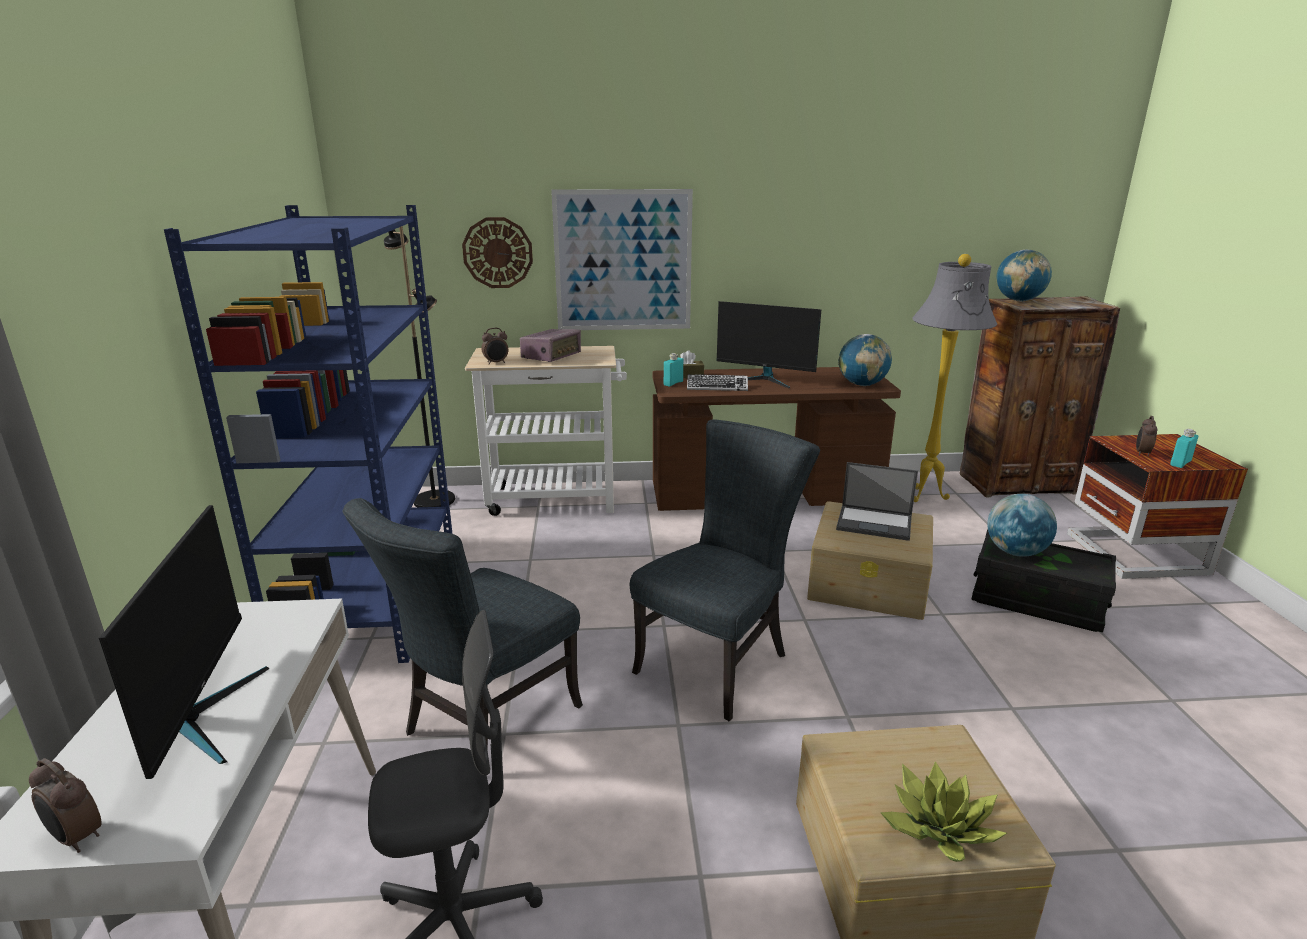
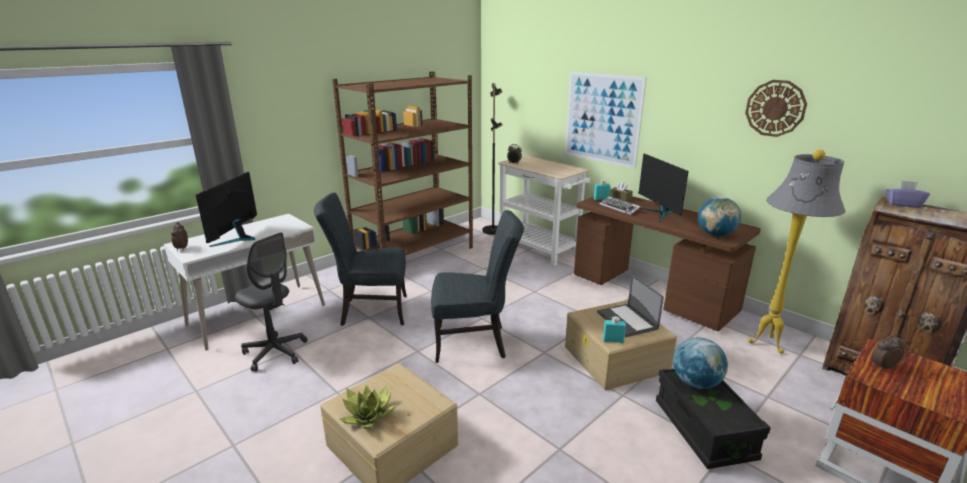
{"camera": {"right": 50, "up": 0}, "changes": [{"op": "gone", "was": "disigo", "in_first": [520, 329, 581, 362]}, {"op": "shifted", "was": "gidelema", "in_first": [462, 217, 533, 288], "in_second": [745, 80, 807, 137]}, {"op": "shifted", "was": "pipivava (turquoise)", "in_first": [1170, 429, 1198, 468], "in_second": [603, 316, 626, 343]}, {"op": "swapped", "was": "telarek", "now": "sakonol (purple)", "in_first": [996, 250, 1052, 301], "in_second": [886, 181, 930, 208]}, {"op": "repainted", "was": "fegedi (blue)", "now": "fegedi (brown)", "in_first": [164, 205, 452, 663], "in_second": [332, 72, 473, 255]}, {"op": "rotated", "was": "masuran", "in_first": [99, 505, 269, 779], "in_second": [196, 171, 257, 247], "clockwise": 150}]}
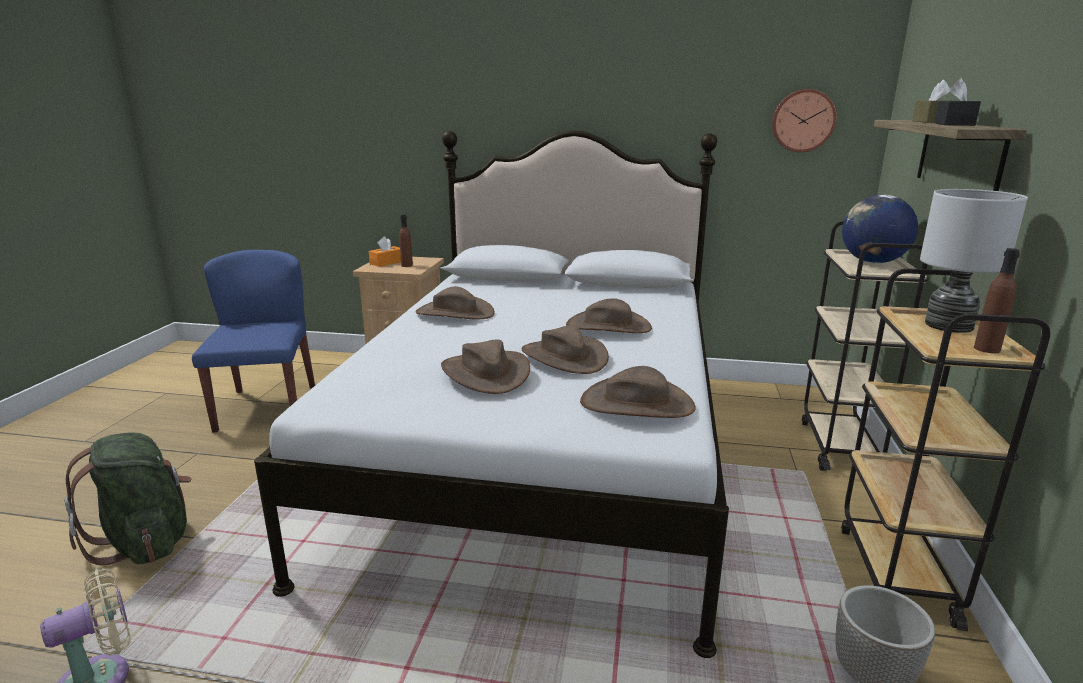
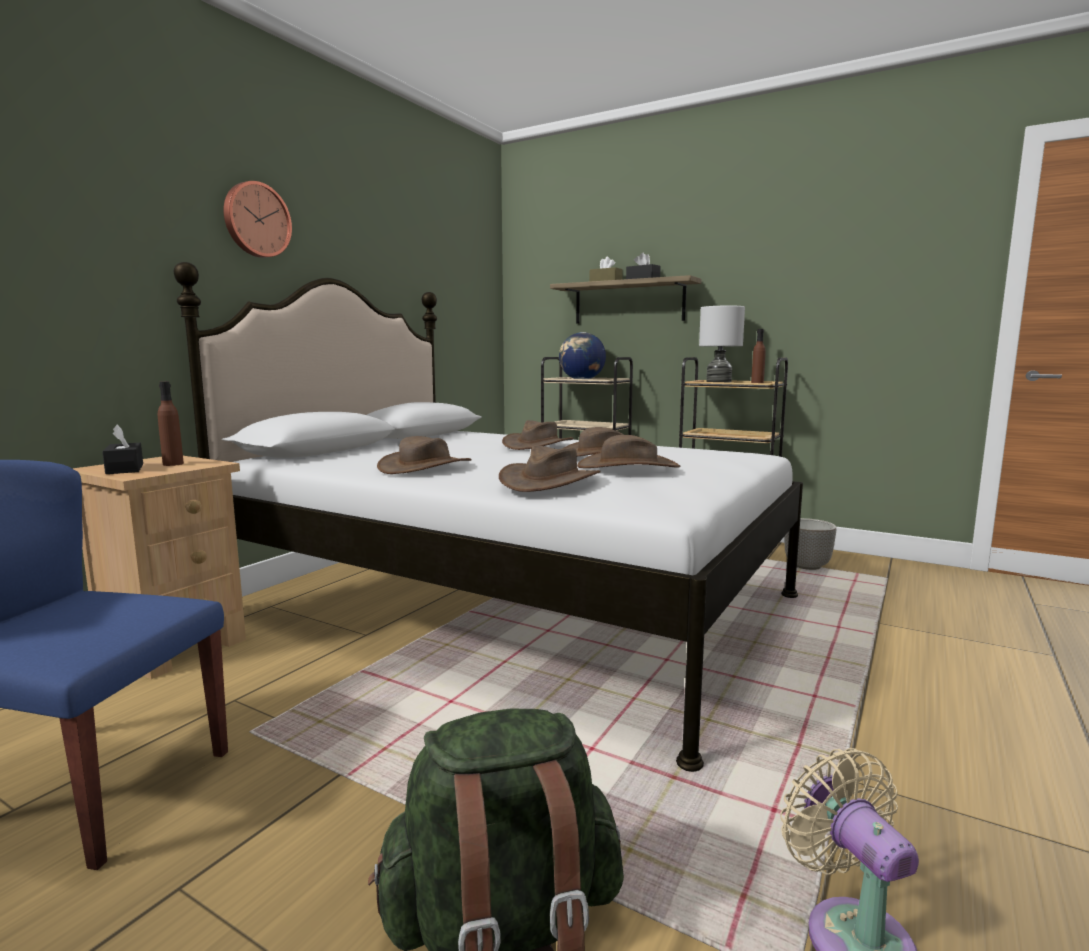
{"camera": {"right": -70, "up": -10}, "changes": [{"op": "shifted", "was": "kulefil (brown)", "in_first": [580, 366, 696, 418], "in_second": [499, 445, 601, 492]}, {"op": "shifted", "was": "gidelema", "in_first": [772, 89, 836, 152], "in_second": [224, 181, 292, 258]}, {"op": "repainted", "was": "sakonol (orange)", "now": "sakonol (black)", "in_first": [369, 237, 401, 267], "in_second": [102, 425, 143, 474]}]}
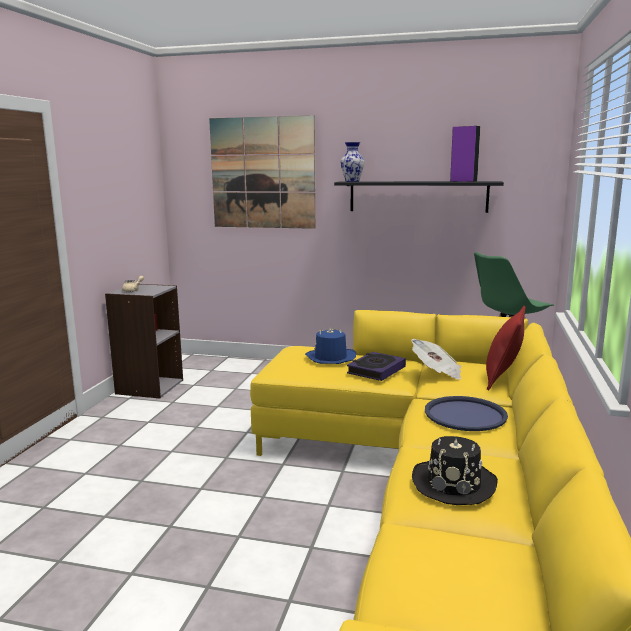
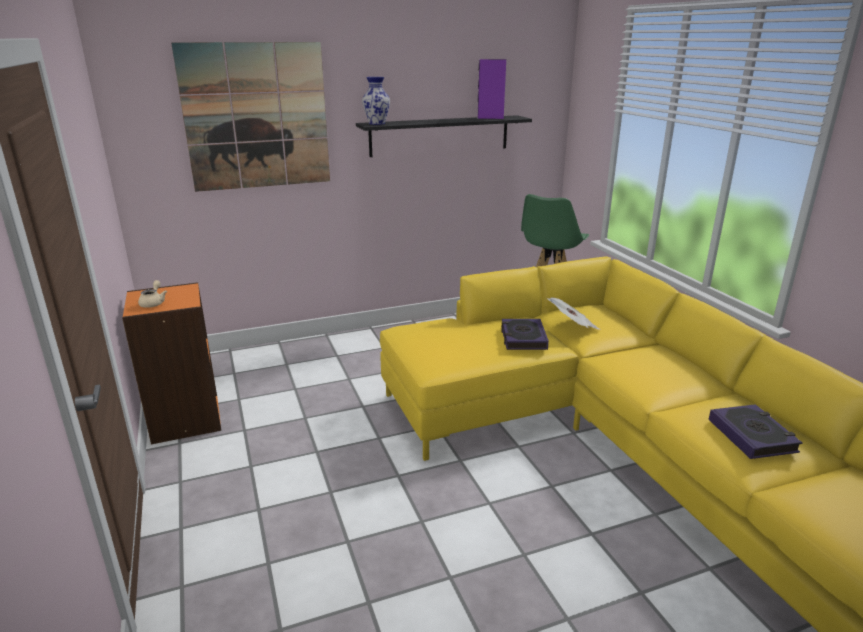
{"camera": {"right": -35, "up": 10}, "changes": [{"op": "gone", "was": "kulefil (blue)", "in_first": [305, 328, 356, 364]}, {"op": "gone", "was": "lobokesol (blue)", "in_first": [425, 396, 508, 431]}, {"op": "gone", "was": "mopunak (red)", "in_first": [486, 306, 526, 391]}, {"op": "swapped", "was": "kulefil (black)", "now": "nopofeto", "in_first": [412, 436, 498, 505], "in_second": [708, 404, 802, 459]}, {"op": "repainted", "was": "fegedi (grey)", "now": "fegedi (orange)", "in_first": [105, 284, 183, 398], "in_second": [122, 282, 221, 444]}]}
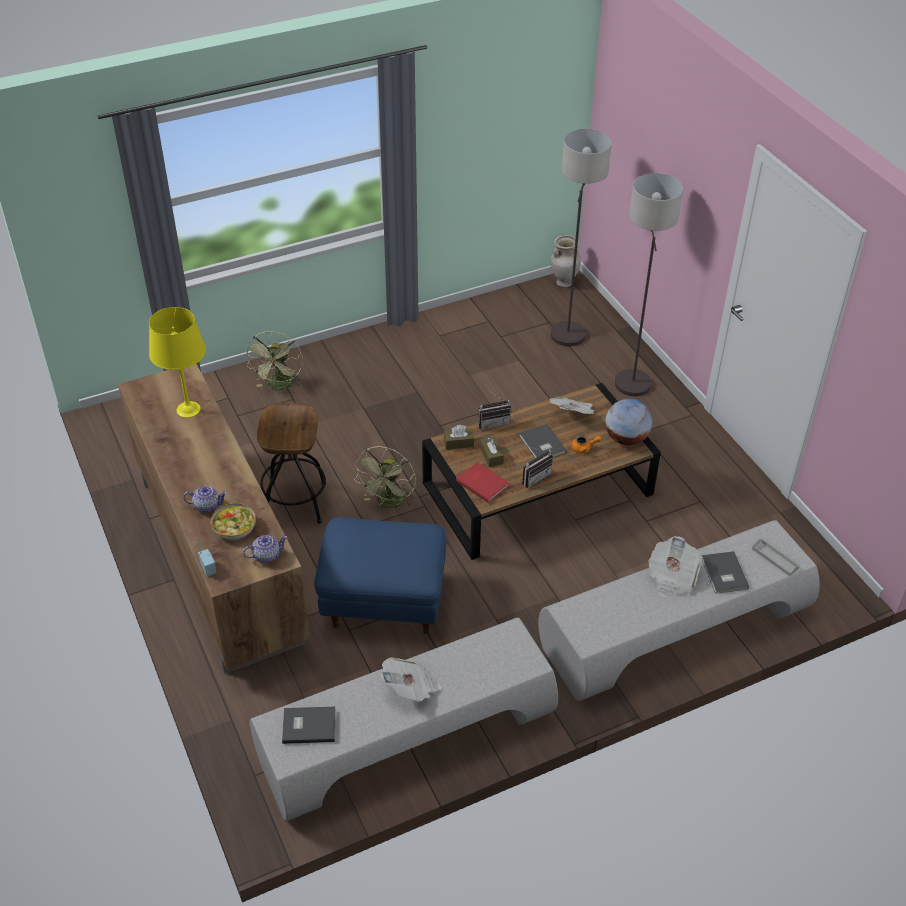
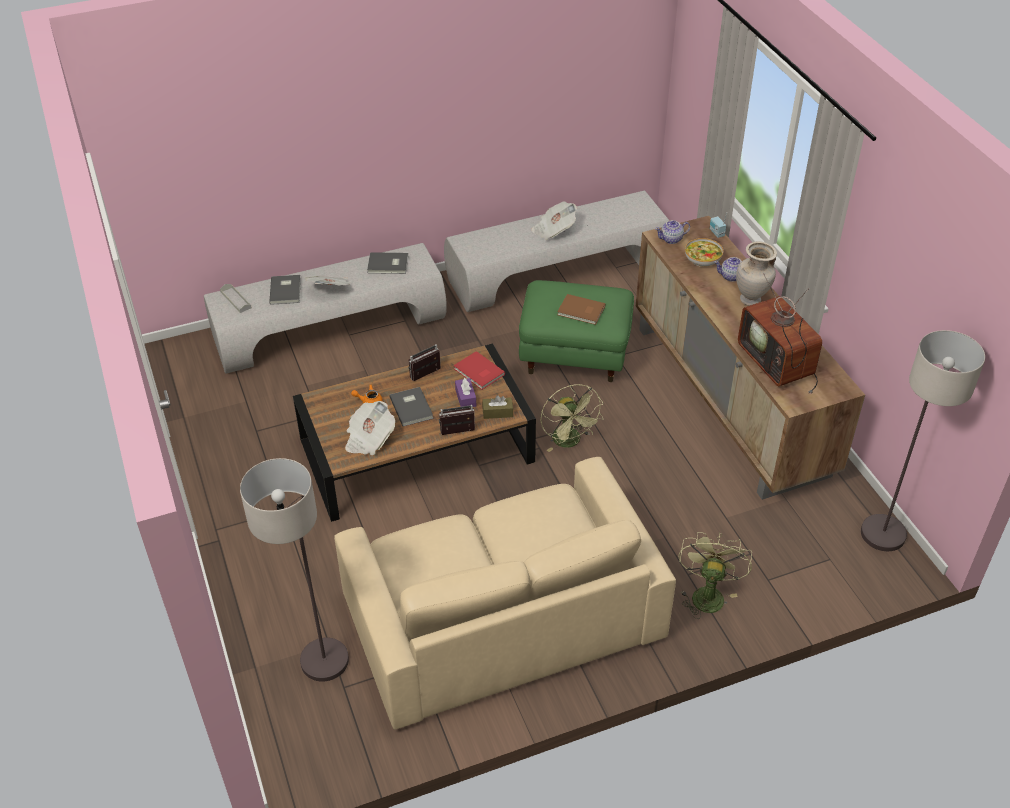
{"camera": {"right": -175, "up": 0}, "changes": [{"op": "gone", "was": "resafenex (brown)", "in_first": [257, 403, 326, 524]}, {"op": "gone", "was": "telarek", "in_first": [605, 399, 652, 445]}, {"op": "new", "now": "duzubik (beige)", "in_second": [334, 457, 676, 730]}, {"op": "new", "now": "nopofeto (brown)", "in_second": [557, 294, 606, 325]}, {"op": "shifted", "was": "nopofeto (grey)", "in_first": [282, 707, 336, 744], "in_second": [367, 252, 408, 274]}, {"op": "shifted", "was": "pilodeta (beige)", "in_first": [551, 235, 581, 287], "in_second": [736, 241, 777, 306]}, {"op": "shifted", "was": "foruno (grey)", "in_first": [615, 173, 683, 396], "in_second": [861, 330, 985, 551]}, {"op": "swapped", "was": "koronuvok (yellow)", "now": "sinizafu", "in_first": [149, 307, 206, 418], "in_second": [738, 273, 822, 394]}, {"op": "repainted", "was": "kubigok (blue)", "now": "kubigok (green)", "in_first": [314, 517, 447, 634], "in_second": [519, 280, 634, 382]}, {"op": "repainted", "was": "sakonol (brown)", "now": "sakonol (purple)", "in_first": [480, 437, 504, 467], "in_second": [455, 378, 476, 407]}, {"op": "rotated", "was": "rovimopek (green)", "in_first": [355, 446, 416, 508], "in_second": [540, 384, 603, 452], "clockwise": 135}]}
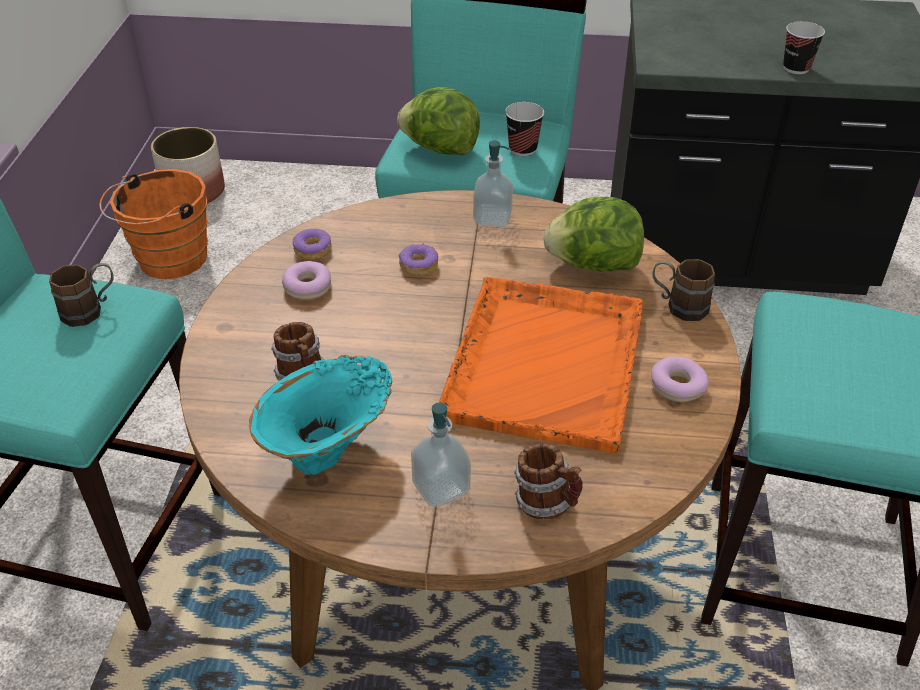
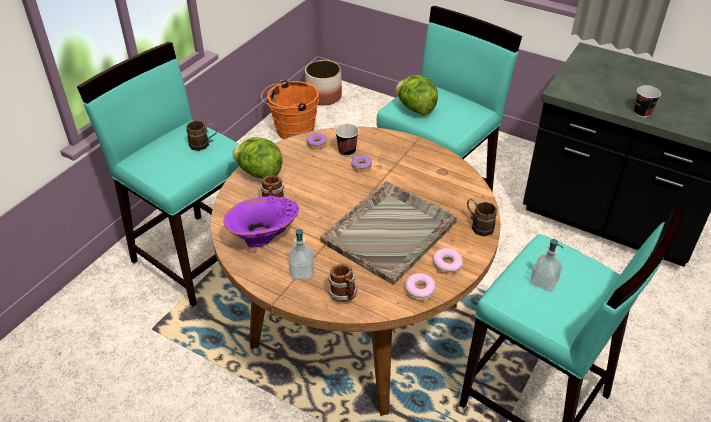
{"camera": {"right": 25, "up": 0}, "changes": [{"op": "shifted", "was": "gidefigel", "in_first": [282, 261, 331, 300], "in_second": [405, 273, 435, 300]}, {"op": "shifted", "was": "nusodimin", "in_first": [473, 141, 513, 227], "in_second": [530, 239, 563, 291]}, {"op": "shifted", "was": "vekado", "in_first": [505, 102, 544, 156], "in_second": [335, 124, 359, 156]}, {"op": "shifted", "was": "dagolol", "in_first": [543, 197, 644, 272], "in_second": [232, 137, 283, 179]}, {"op": "repainted", "was": "pilodeta (turquoise)", "now": "pilodeta (purple)", "in_first": [249, 355, 392, 475], "in_second": [223, 195, 299, 248]}, {"op": "repainted", "was": "lobokesol (orange)", "now": "lobokesol (grey)", "in_first": [439, 277, 643, 453], "in_second": [320, 181, 457, 285]}]}
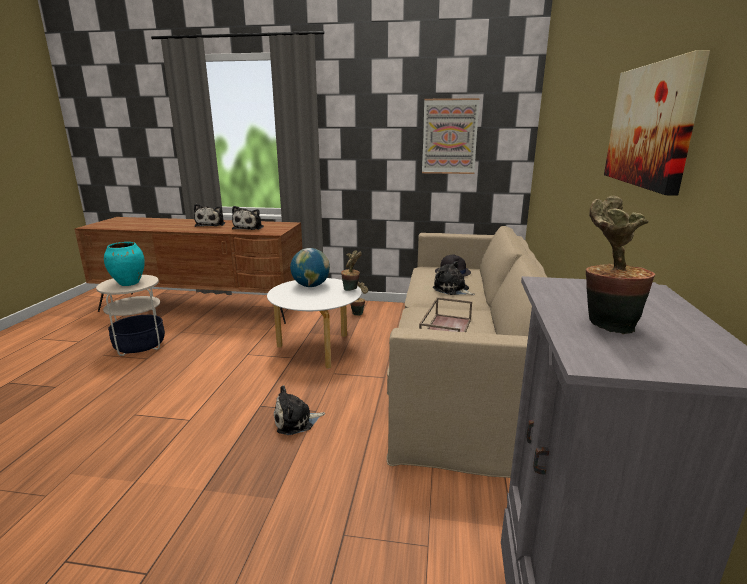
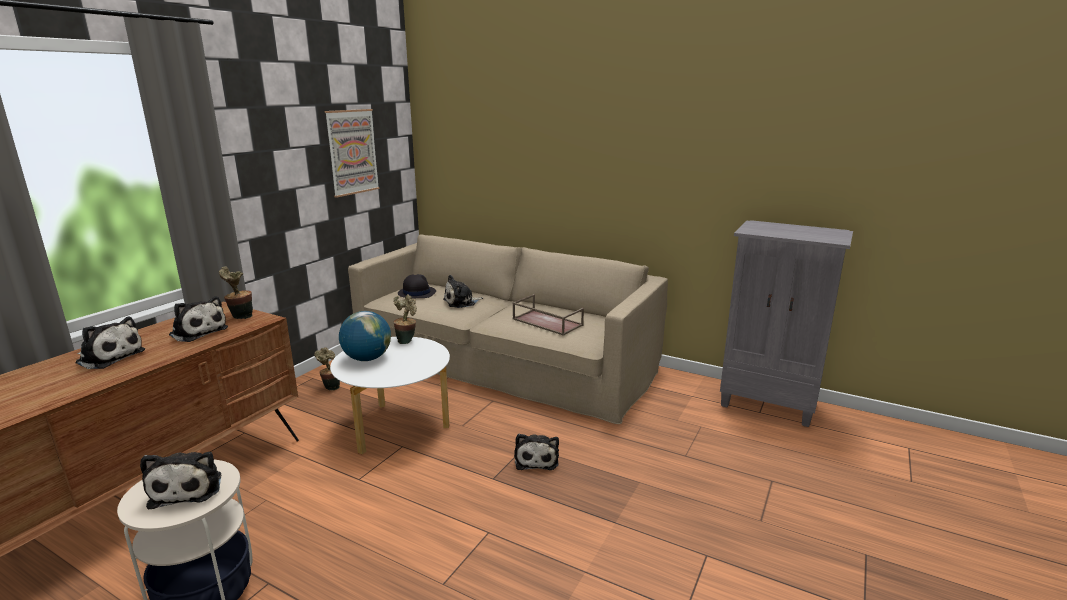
{"camera": {"right": -70, "up": 0}, "changes": [{"op": "gone", "was": "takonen", "in_first": [604, 50, 710, 196]}, {"op": "shifted", "was": "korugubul", "in_first": [586, 196, 655, 334], "in_second": [219, 266, 253, 319]}, {"op": "swapped", "was": "pilodeta (turquoise)", "now": "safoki", "in_first": [104, 242, 145, 286], "in_second": [140, 452, 222, 510]}]}
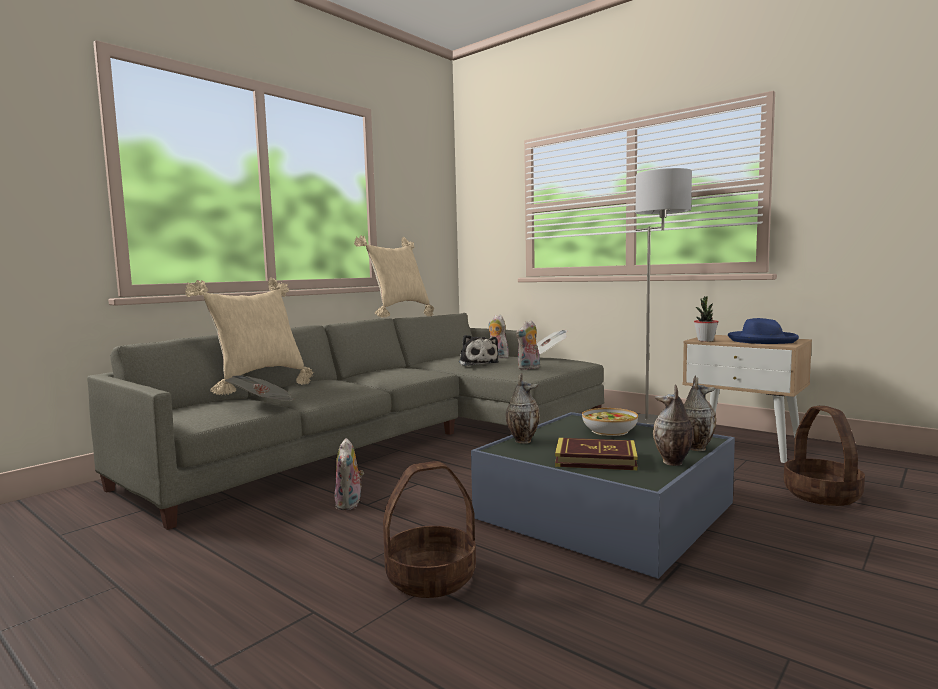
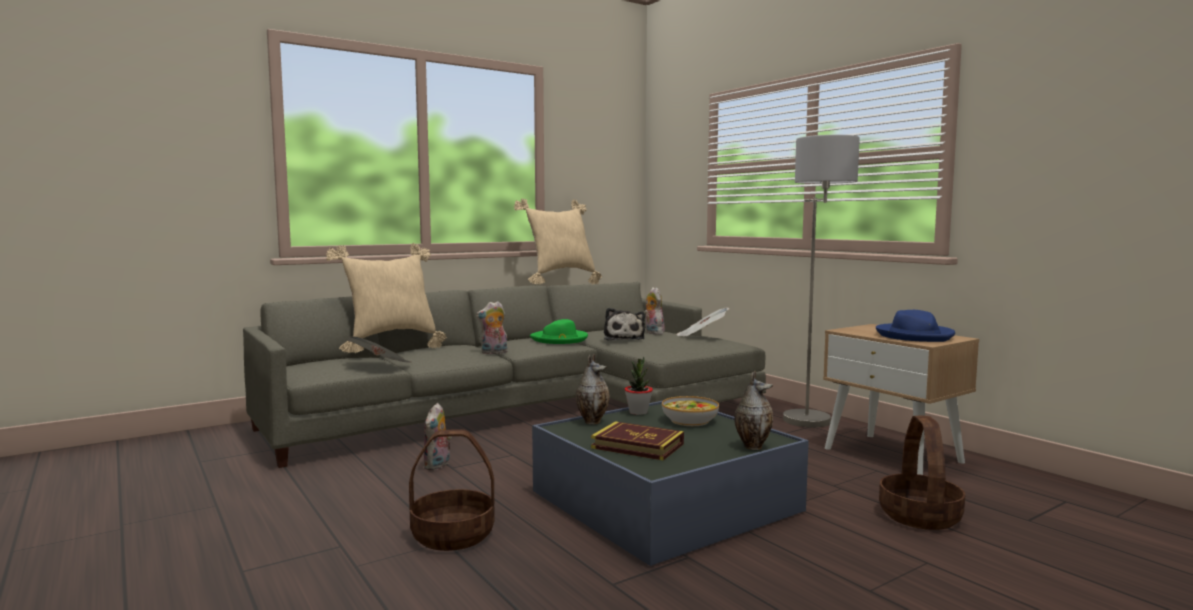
{"camera": {"right": 15, "up": 0}, "changes": [{"op": "gone", "was": "pilodeta", "in_first": [653, 384, 694, 466]}, {"op": "new", "now": "kulefil (green)", "in_second": [530, 319, 588, 344]}, {"op": "shifted", "was": "safoki", "in_first": [516, 320, 540, 370], "in_second": [476, 301, 508, 354]}, {"op": "shifted", "was": "korugubul", "in_first": [694, 296, 719, 342], "in_second": [625, 357, 653, 415]}]}
